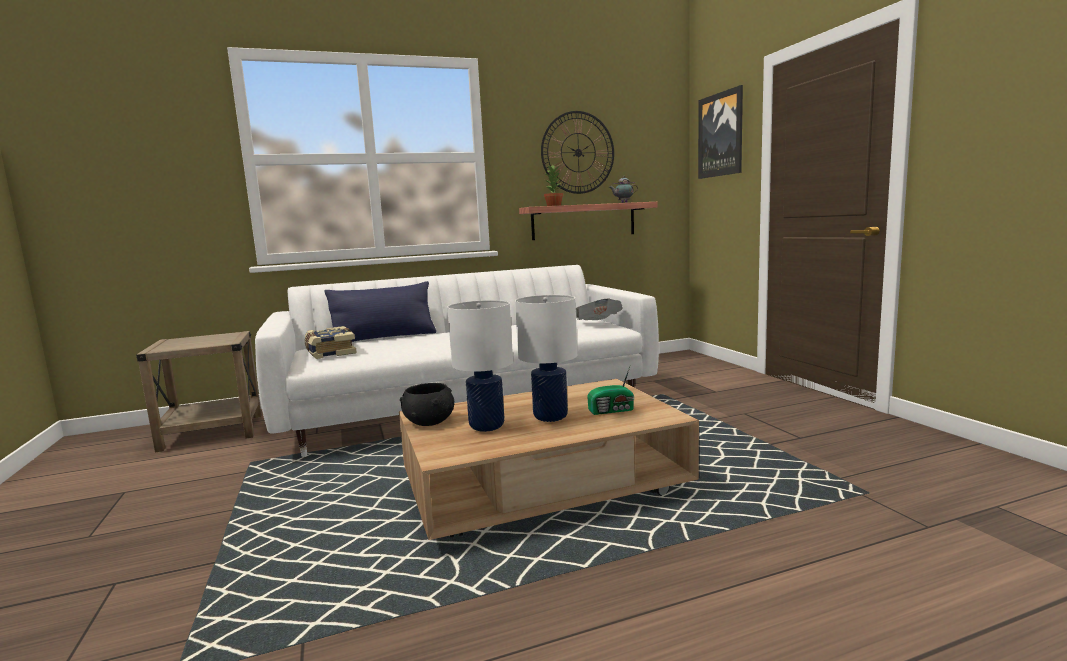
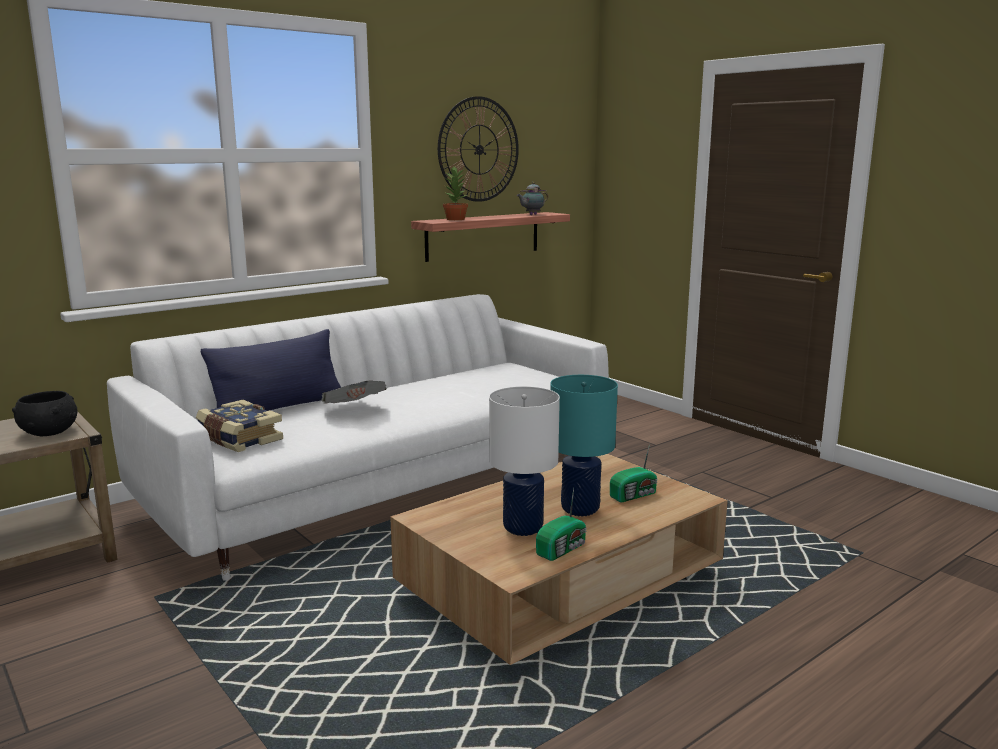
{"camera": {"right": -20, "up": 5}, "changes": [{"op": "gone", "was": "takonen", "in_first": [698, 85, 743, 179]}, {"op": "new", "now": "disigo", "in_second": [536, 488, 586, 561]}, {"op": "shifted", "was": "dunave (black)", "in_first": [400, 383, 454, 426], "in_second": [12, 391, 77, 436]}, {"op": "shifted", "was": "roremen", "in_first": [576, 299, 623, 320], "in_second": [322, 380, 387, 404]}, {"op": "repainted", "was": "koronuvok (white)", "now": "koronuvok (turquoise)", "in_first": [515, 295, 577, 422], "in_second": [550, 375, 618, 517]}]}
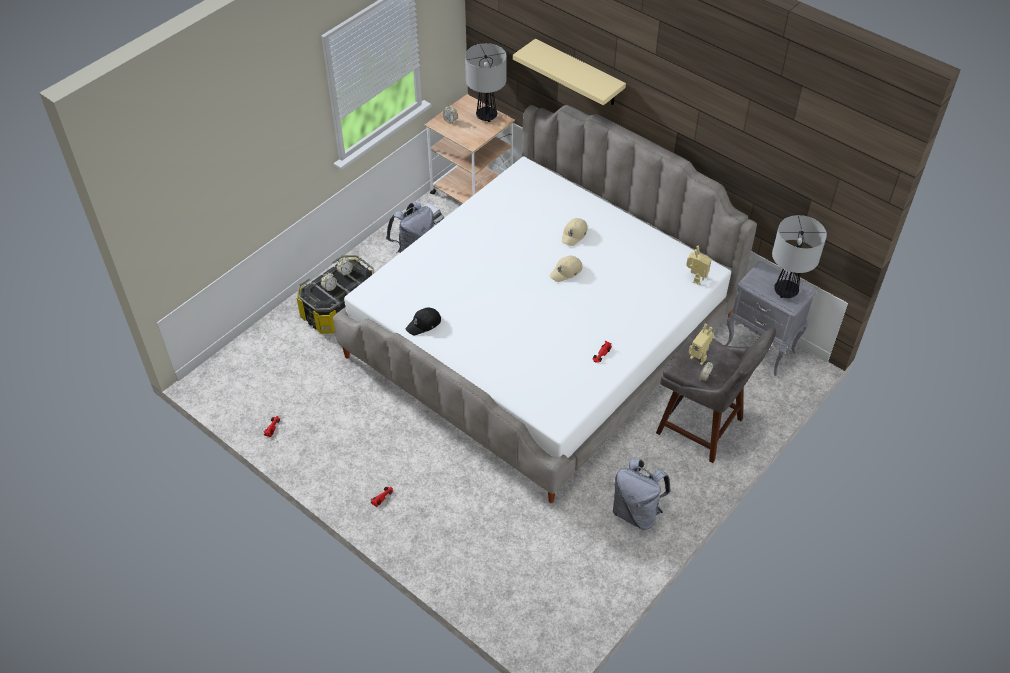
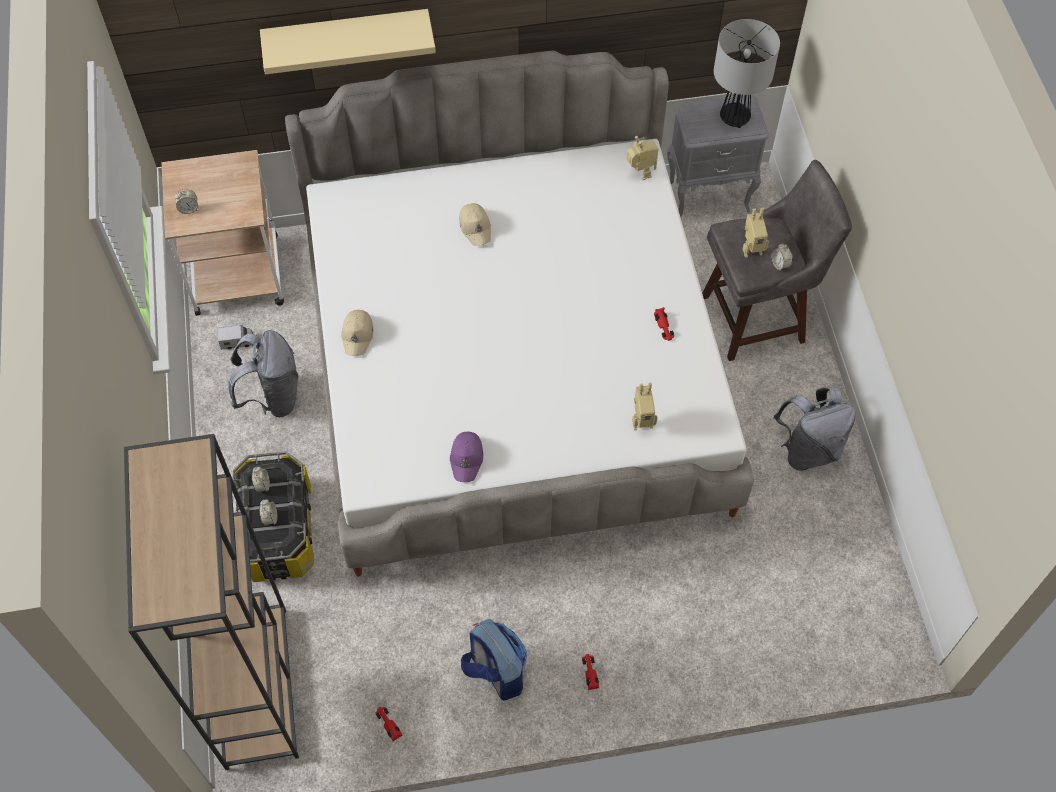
{"camera": {"right": -50, "up": 10}, "changes": [{"op": "gone", "was": "koronuvok", "in_first": [465, 43, 507, 122]}, {"op": "new", "now": "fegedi", "in_second": [124, 434, 299, 770]}, {"op": "new", "now": "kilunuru", "in_second": [461, 619, 527, 701]}, {"op": "new", "now": "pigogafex", "in_second": [632, 383, 658, 430]}, {"op": "shifted", "was": "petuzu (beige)", "in_first": [549, 256, 582, 282], "in_second": [341, 310, 373, 356]}, {"op": "repainted", "was": "petuzu (black)", "now": "petuzu (purple)", "in_first": [405, 308, 441, 335], "in_second": [450, 432, 483, 482]}]}
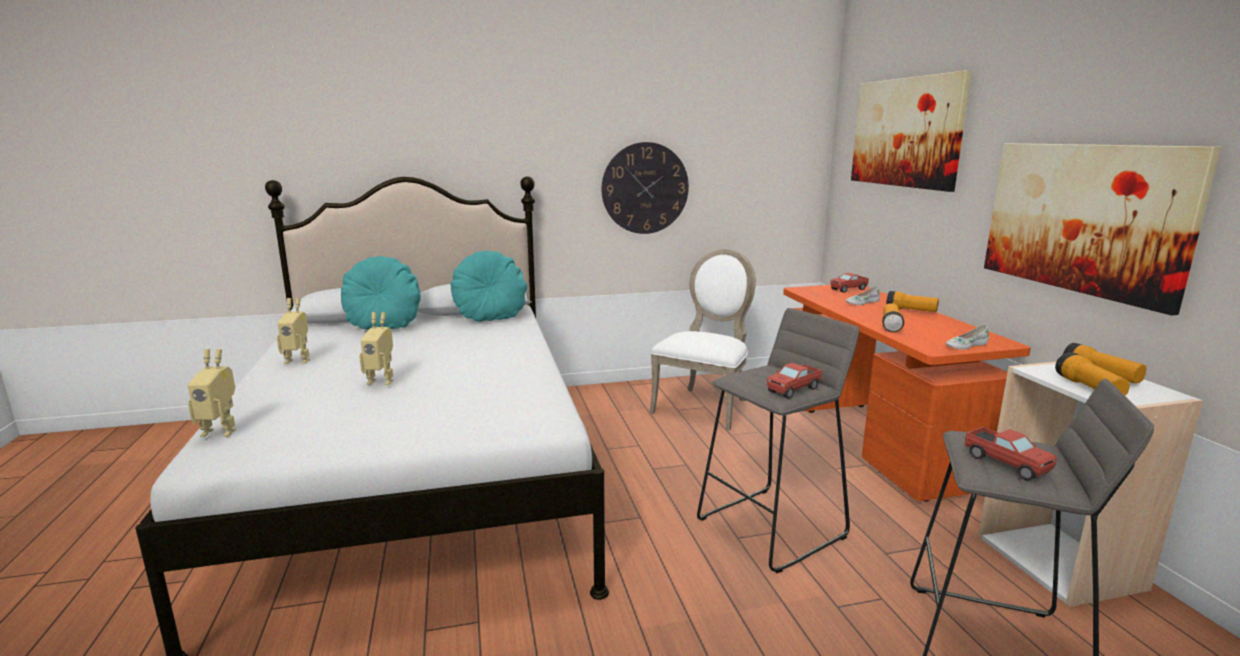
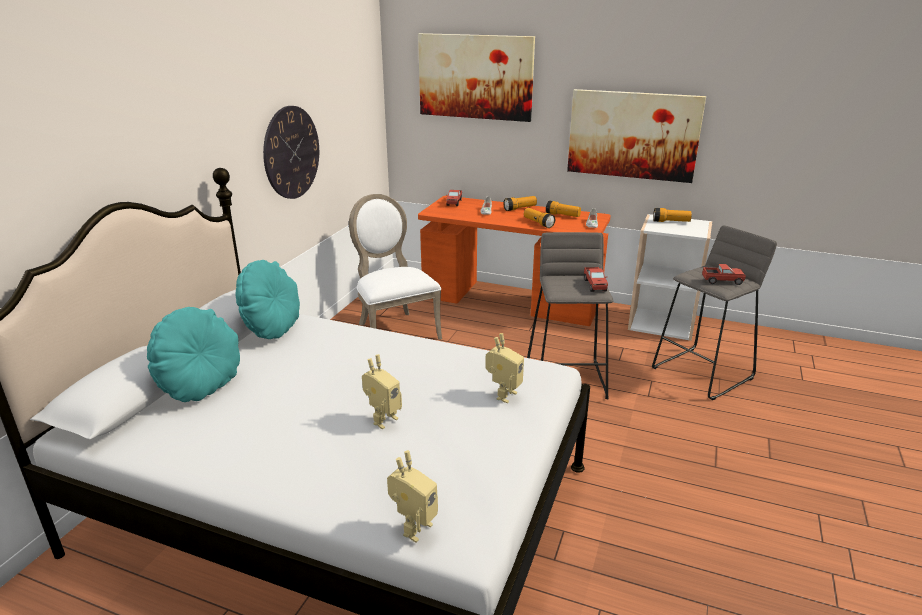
{"camera": {"right": -55, "up": 10}, "changes": [{"op": "shifted", "was": "pigogafex", "in_first": [277, 298, 310, 364], "in_second": [485, 333, 524, 403]}, {"op": "shifted", "was": "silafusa", "in_first": [1055, 352, 1130, 396], "in_second": [546, 200, 581, 217]}]}
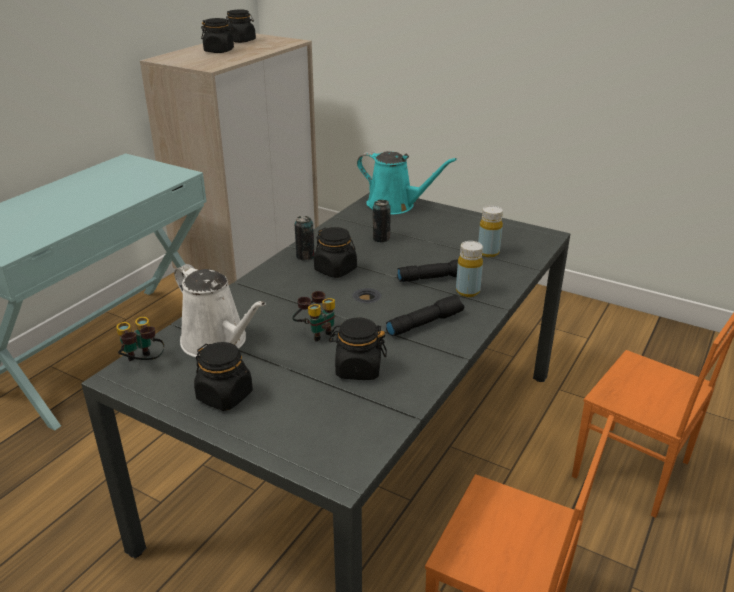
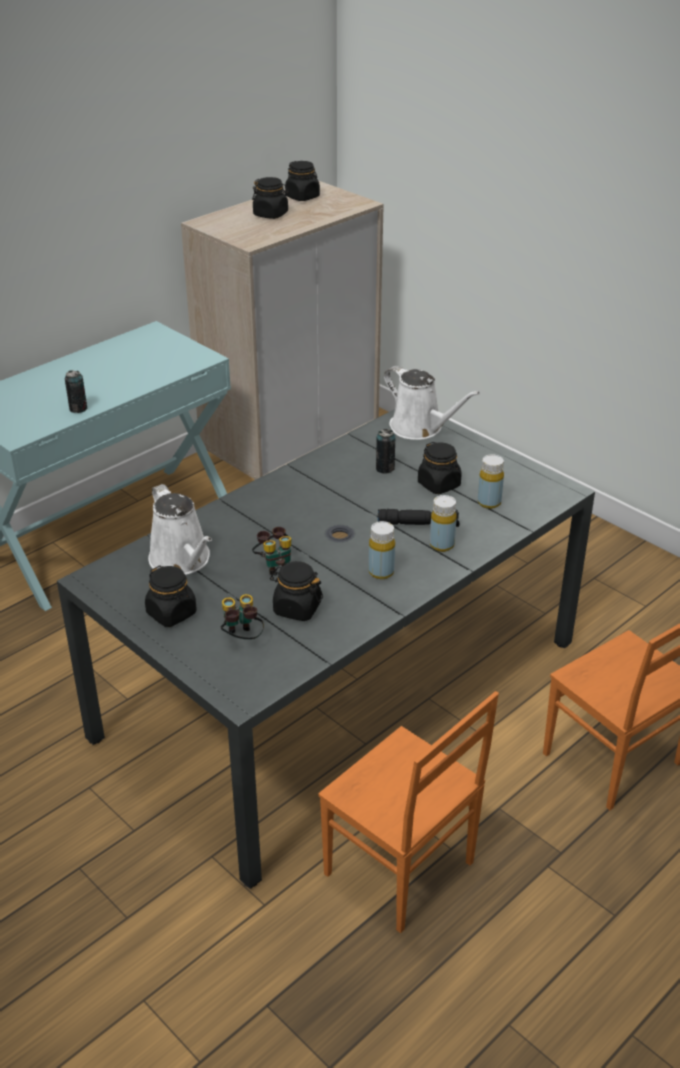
{"camera": {"right": 15, "up": 5}, "changes": [{"op": "shifted", "was": "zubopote", "in_first": [116, 317, 164, 361], "in_second": [220, 594, 264, 639]}, {"op": "shifted", "was": "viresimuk", "in_first": [295, 216, 314, 261], "in_second": [65, 370, 87, 413]}, {"op": "shifted", "was": "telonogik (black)", "in_first": [314, 227, 357, 278], "in_second": [418, 442, 462, 494]}, {"op": "swapped", "was": "silafusa (black)", "now": "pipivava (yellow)", "in_first": [386, 295, 464, 336], "in_second": [369, 521, 395, 579]}, {"op": "repainted", "was": "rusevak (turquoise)", "now": "rusevak (white)", "in_first": [357, 151, 457, 215], "in_second": [384, 366, 480, 440]}]}
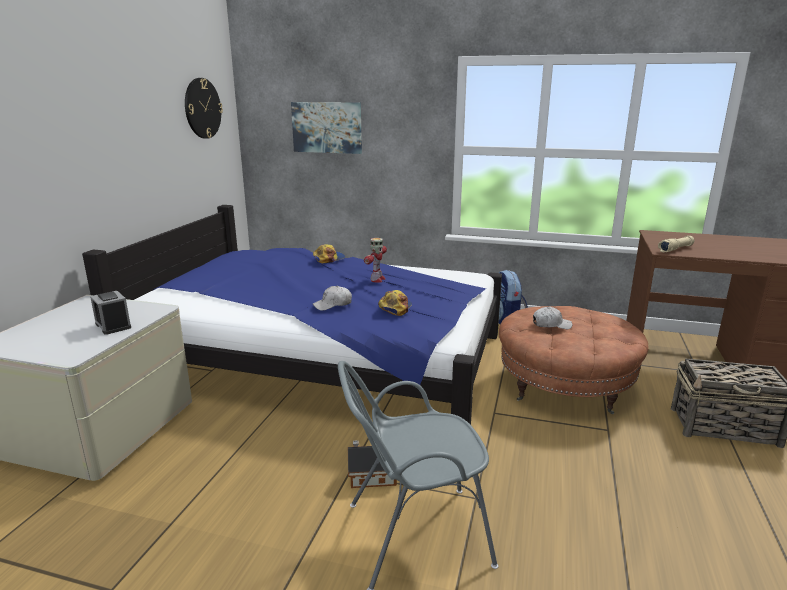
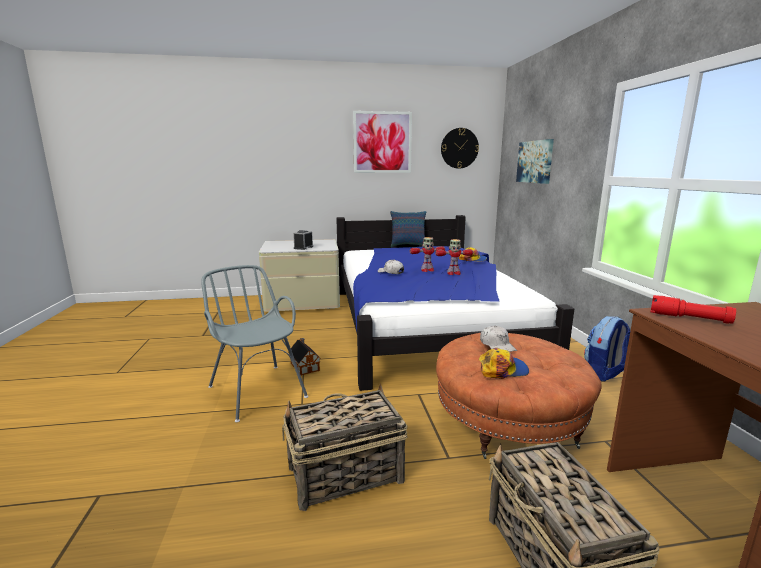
{"camera": {"right": 65, "up": -5}, "changes": [{"op": "new", "now": "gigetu", "in_second": [282, 384, 407, 511]}, {"op": "new", "now": "takonen", "in_second": [353, 111, 412, 173]}, {"op": "new", "now": "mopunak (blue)", "in_second": [390, 211, 426, 247]}, {"op": "new", "now": "pigogafex", "in_second": [410, 237, 445, 272]}, {"op": "shifted", "was": "petuzu", "in_first": [378, 290, 412, 316], "in_second": [479, 348, 529, 379]}, {"op": "repainted", "was": "silafusa (beige)", "now": "silafusa (red)", "in_first": [658, 236, 695, 252], "in_second": [650, 295, 736, 324]}]}
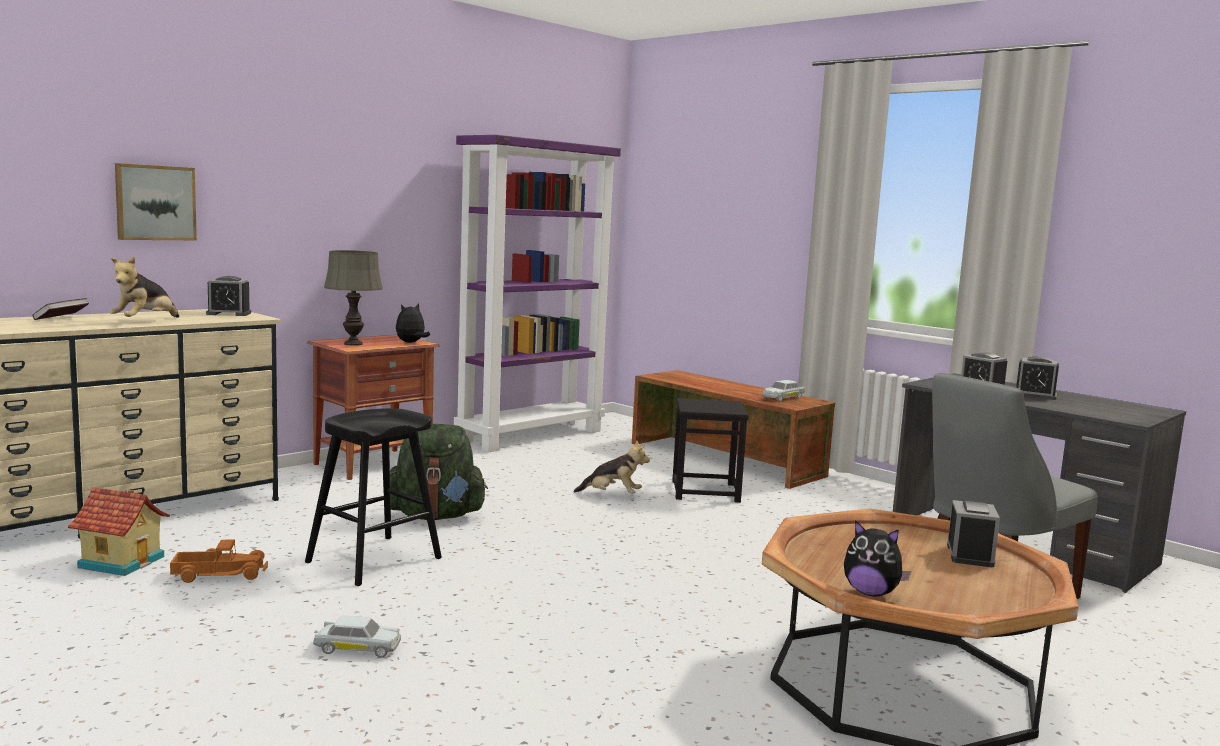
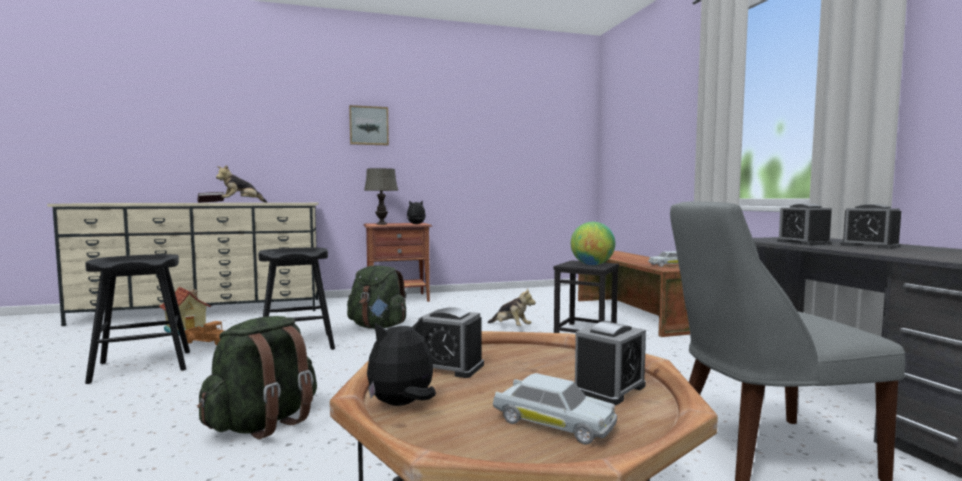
{"camera": {"right": 30, "up": -5}, "changes": [{"op": "gone", "was": "fegedi (purple)", "in_first": [454, 135, 621, 453]}, {"op": "new", "now": "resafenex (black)", "in_second": [85, 254, 190, 384]}, {"op": "new", "now": "kilunuru (green)", "in_second": [197, 316, 317, 439]}, {"op": "new", "now": "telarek", "in_second": [571, 222, 615, 265]}, {"op": "shifted", "was": "takonen", "in_first": [115, 163, 197, 240], "in_second": [349, 105, 389, 146]}, {"op": "shifted", "was": "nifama", "in_first": [206, 276, 251, 316], "in_second": [418, 307, 484, 378]}, {"op": "shifted", "was": "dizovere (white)", "in_first": [313, 616, 401, 658], "in_second": [493, 373, 617, 445]}, {"op": "rotated", "was": "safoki", "in_first": [844, 520, 911, 597], "in_second": [367, 317, 436, 406], "clockwise": 90}]}
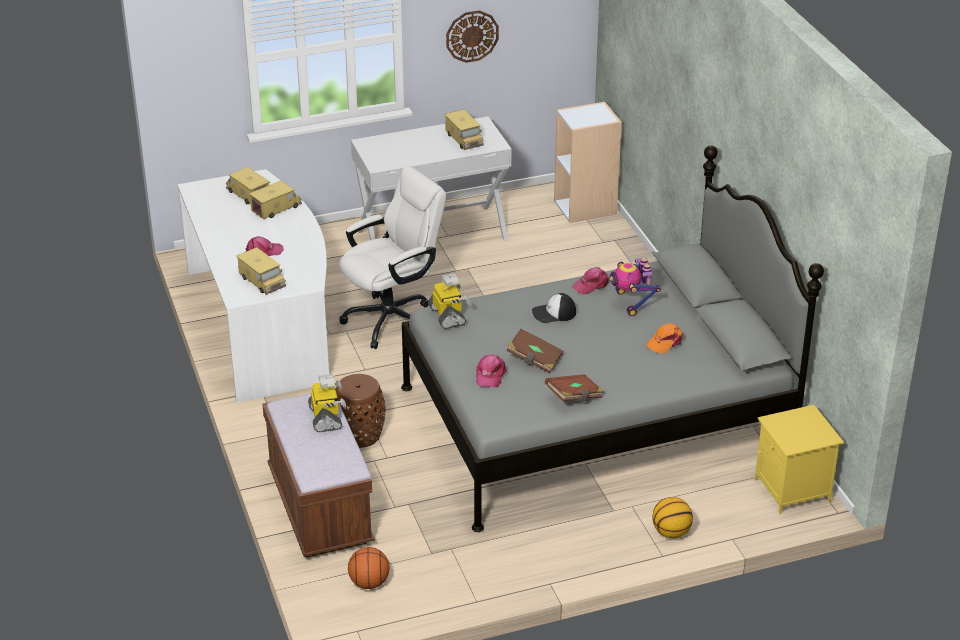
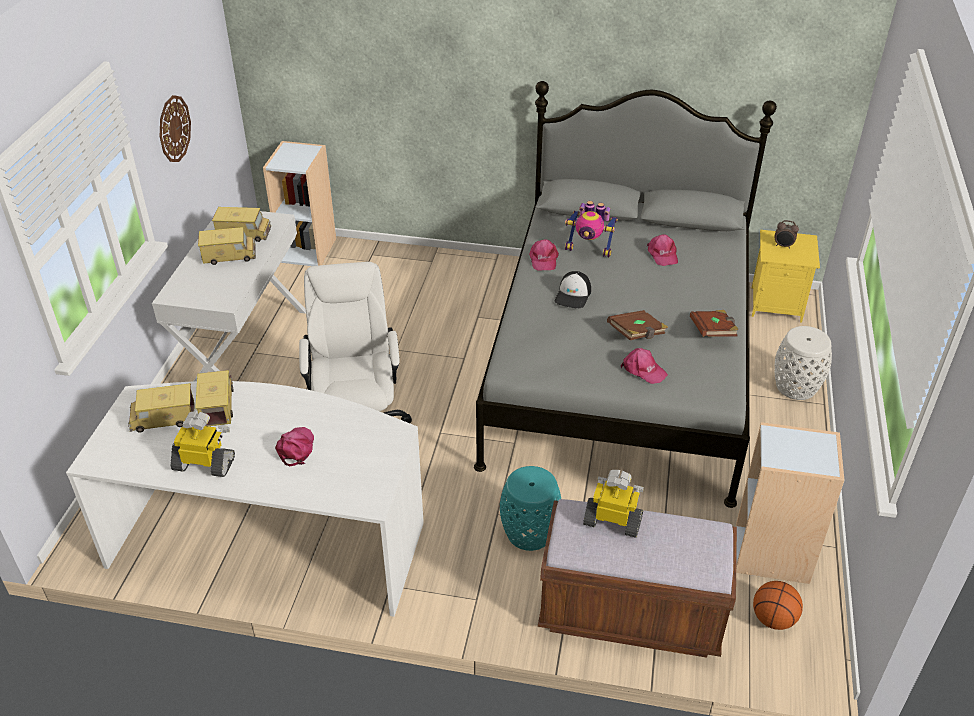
{"camera": {"right": -60, "up": 5}, "changes": [{"op": "new", "now": "fegedi", "in_second": [736, 422, 845, 584]}, {"op": "new", "now": "nifama", "in_second": [775, 220, 799, 249]}, {"op": "shifted", "was": "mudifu", "in_first": [236, 247, 286, 295], "in_second": [198, 227, 256, 265]}, {"op": "shifted", "was": "pigogafex", "in_first": [428, 273, 470, 329], "in_second": [171, 411, 235, 477]}, {"op": "swapped", "was": "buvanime", "now": "resafenex (white)", "in_first": [652, 497, 693, 538], "in_second": [774, 326, 832, 400]}, {"op": "repainted", "was": "resafenex (brown)", "now": "resafenex (turquoise)", "in_first": [336, 374, 386, 448], "in_second": [500, 466, 561, 551]}, {"op": "repainted", "was": "petuzu (orange)", "now": "petuzu (pink)", "in_first": [646, 323, 683, 354], "in_second": [647, 235, 678, 266]}]}
